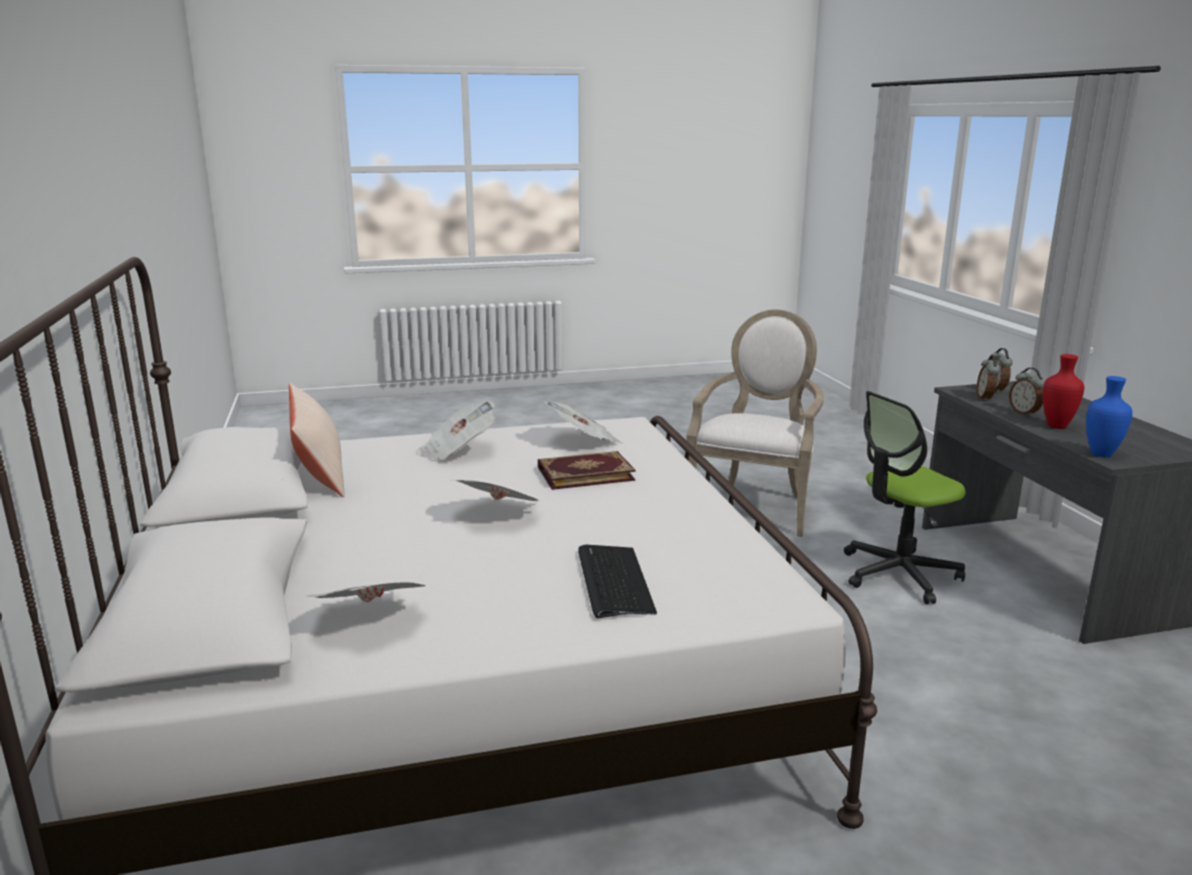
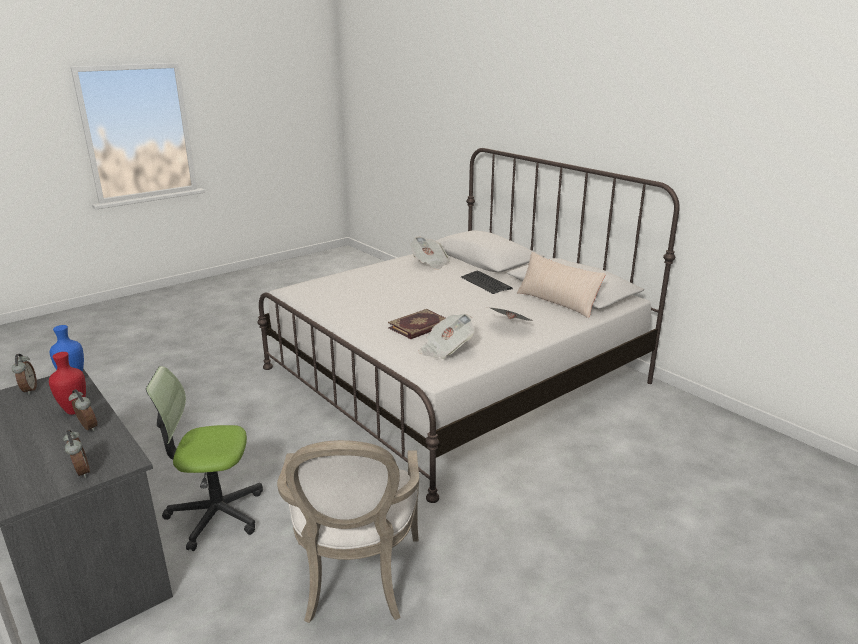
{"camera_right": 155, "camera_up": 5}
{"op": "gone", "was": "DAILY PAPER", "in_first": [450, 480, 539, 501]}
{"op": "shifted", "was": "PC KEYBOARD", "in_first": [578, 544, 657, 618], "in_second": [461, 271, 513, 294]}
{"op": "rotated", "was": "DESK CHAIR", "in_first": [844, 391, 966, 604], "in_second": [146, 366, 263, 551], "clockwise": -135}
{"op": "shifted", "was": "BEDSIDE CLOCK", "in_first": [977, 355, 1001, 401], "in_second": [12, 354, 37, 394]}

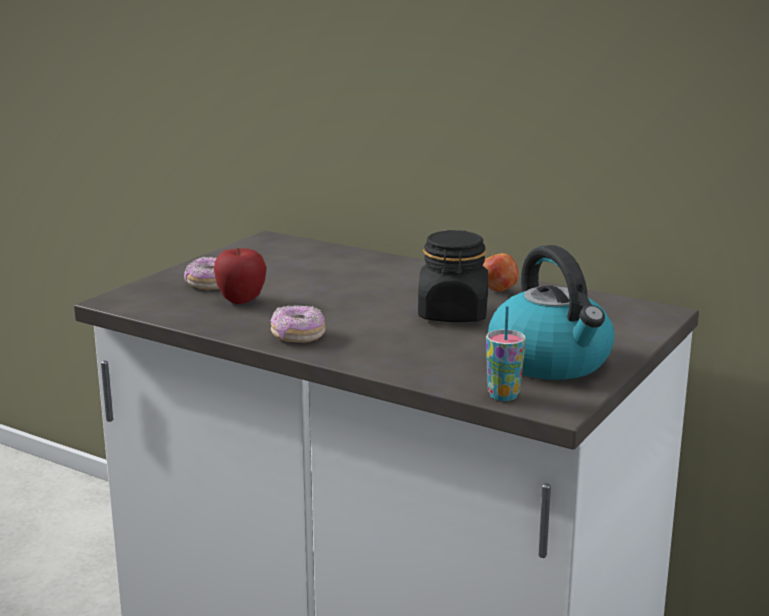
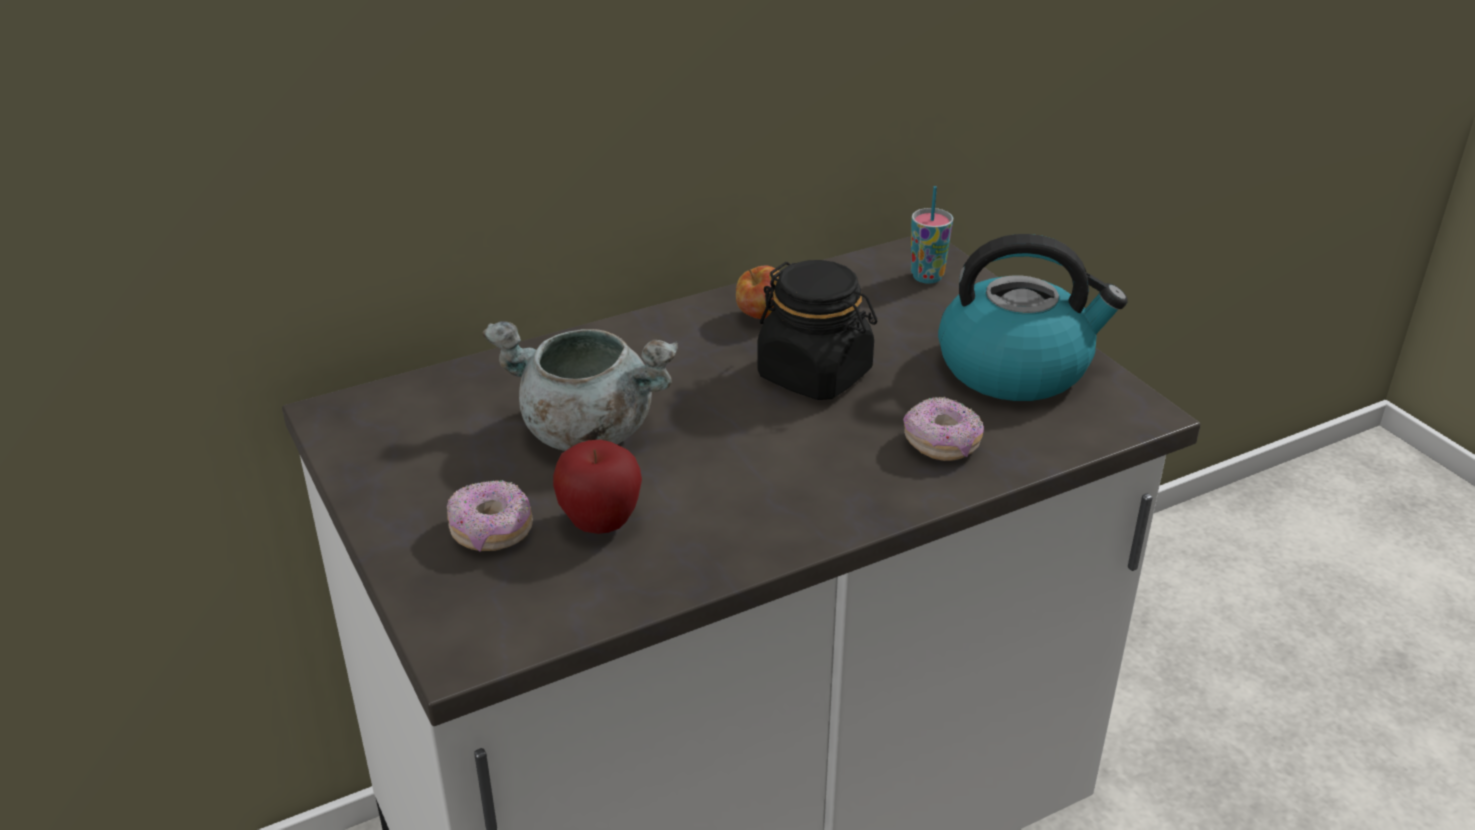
{"camera_right": -60, "camera_up": 15}
{"op": "shifted", "was": "DONUT", "in_first": [270, 305, 325, 343], "in_second": [903, 397, 984, 461]}
{"op": "shifted", "was": "SMALL CUP", "in_first": [486, 306, 526, 401], "in_second": [911, 186, 953, 284]}
{"op": "new", "now": "GREY SAUCEPOT", "in_second": [482, 321, 678, 451]}

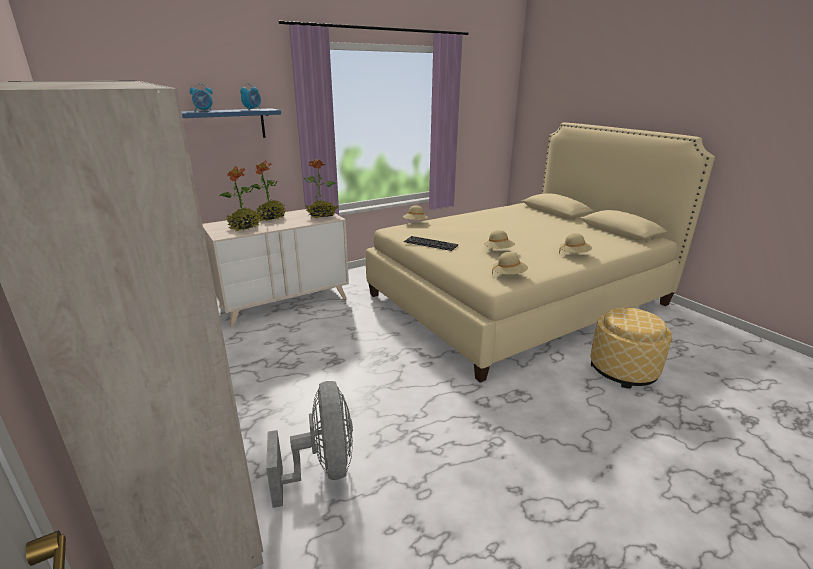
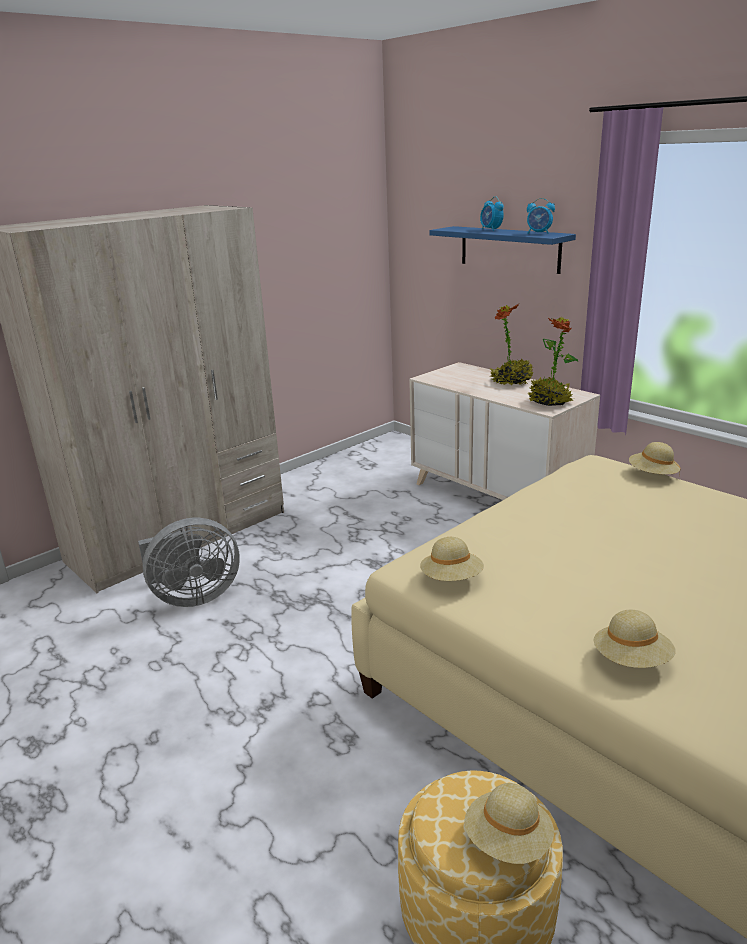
{"camera_right": 80, "camera_up": 0}
{"op": "gone", "was": "PLANT IN A POT", "in_first": [220, 166, 259, 231]}
{"op": "gone", "was": "PC KEYBOARD", "in_first": [404, 236, 458, 251]}
{"op": "shifted", "was": "BEIGE-COLOURED HAT", "in_first": [484, 230, 515, 249], "in_second": [464, 783, 554, 864]}

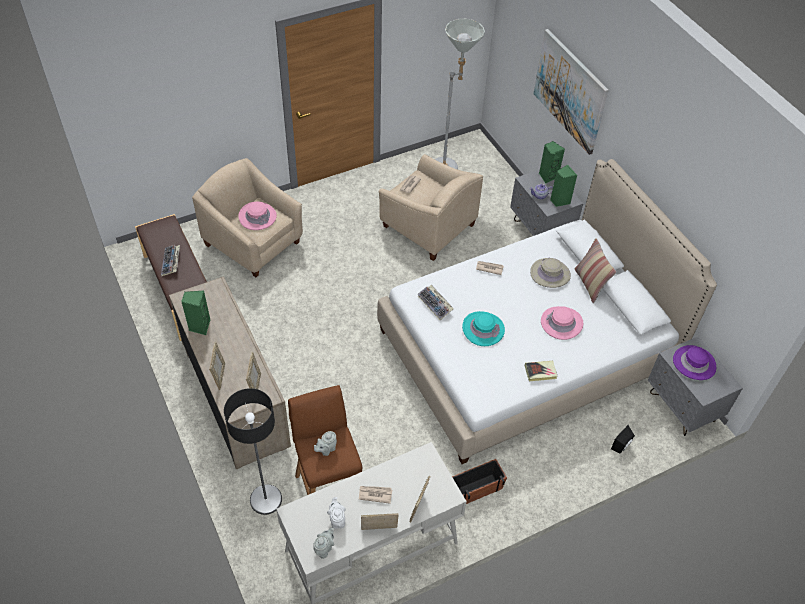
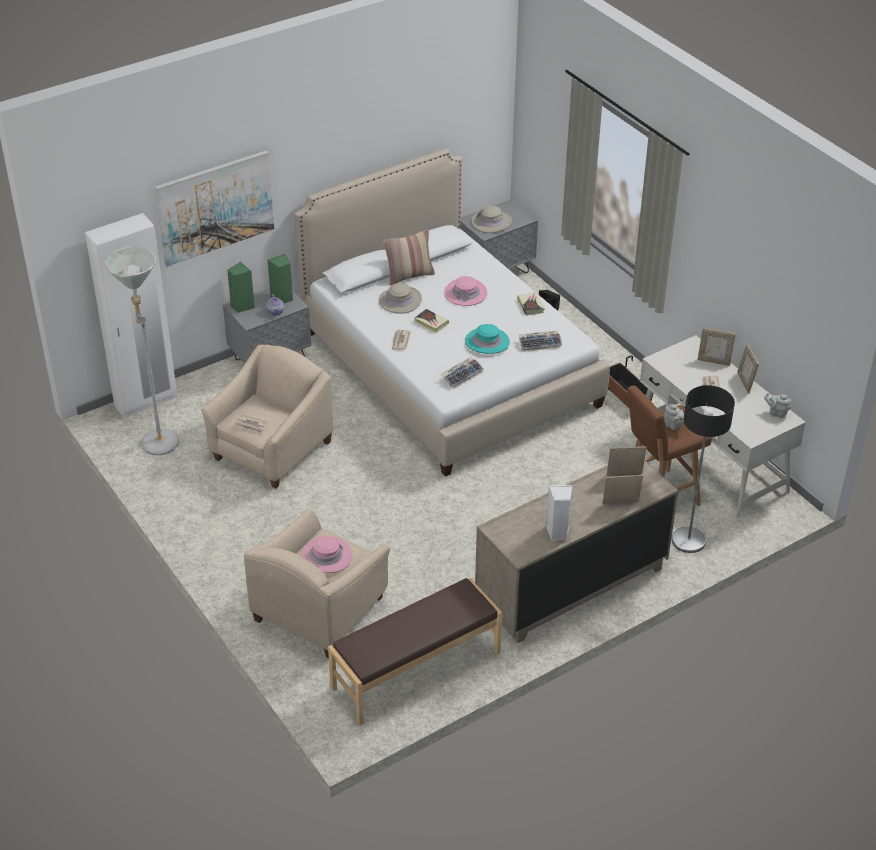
{"camera_right": -95, "camera_up": -10}
{"op": "shifted", "was": "PC KEYBOARD", "in_first": [161, 245, 180, 276], "in_second": [519, 331, 562, 352]}
{"op": "repainted", "was": "GREEN AUDIO SPEAKER", "now": "WHITISH AUDIO SPEAKER", "in_first": [181, 290, 211, 335], "in_second": [546, 485, 572, 541]}
{"op": "gone", "was": "WHITISH POT FOR TEA", "in_first": [327, 497, 346, 529]}
{"op": "repainted", "was": "PURPLE HAT", "now": "BEIGE-COLOURED HAT", "in_first": [673, 345, 716, 380], "in_second": [471, 206, 512, 233]}
{"op": "new", "now": "WHITISH CLOTHES CUPBOARD", "in_second": [85, 213, 177, 418]}
{"op": "new", "now": "VOLUME", "in_second": [414, 309, 449, 333]}

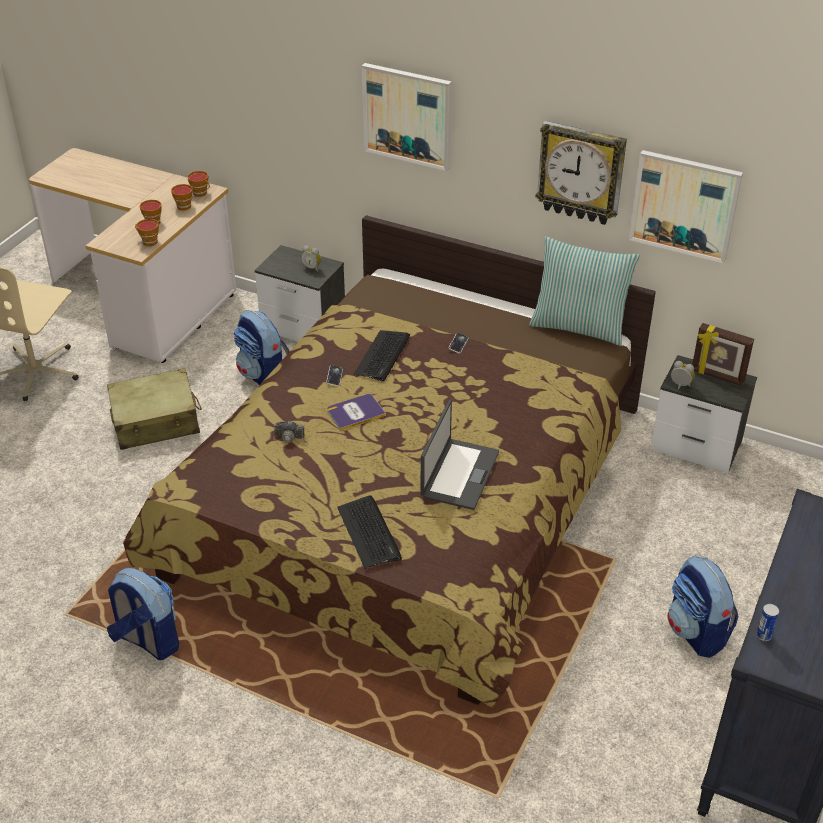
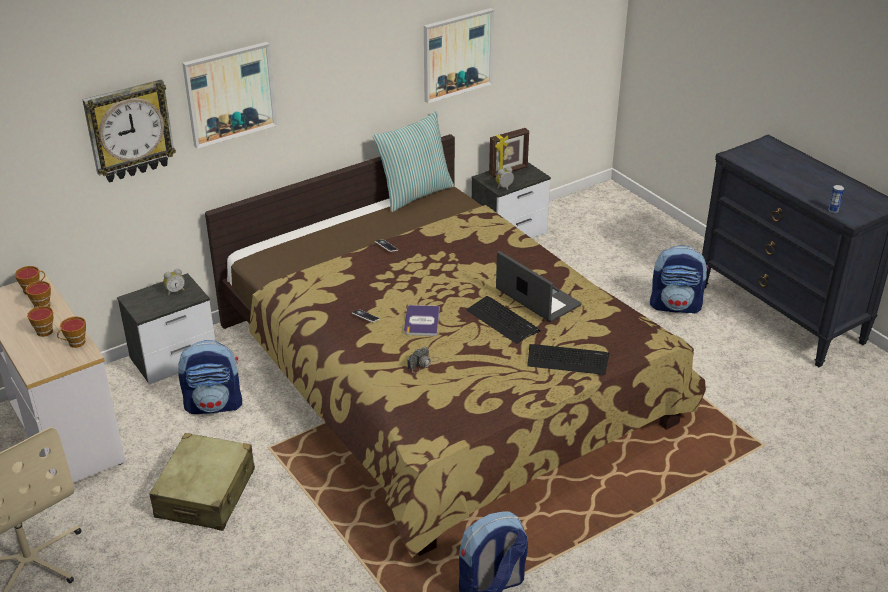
{"camera_right": -60, "camera_up": -5}
{"op": "shifted", "was": "PC KEYBOARD", "in_first": [354, 330, 410, 381], "in_second": [466, 296, 541, 344]}
{"op": "shifted", "was": "CLOCK ON THE WALL", "in_first": [536, 121, 627, 225], "in_second": [82, 80, 176, 183]}

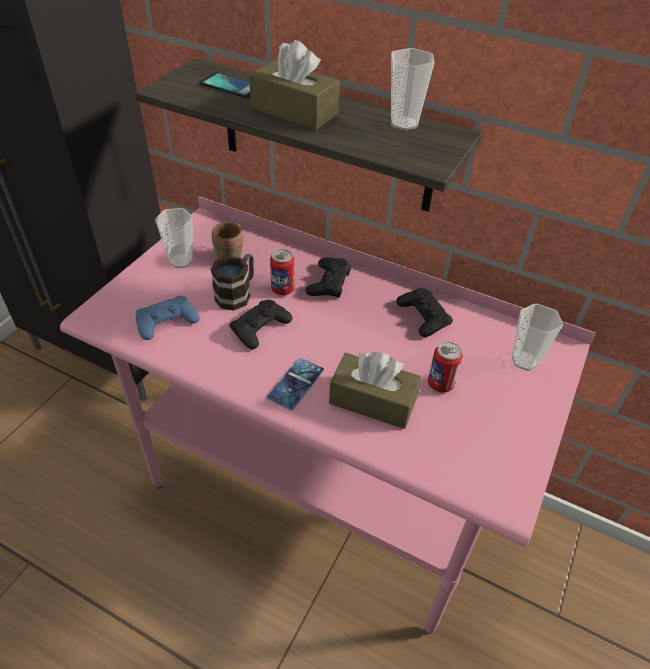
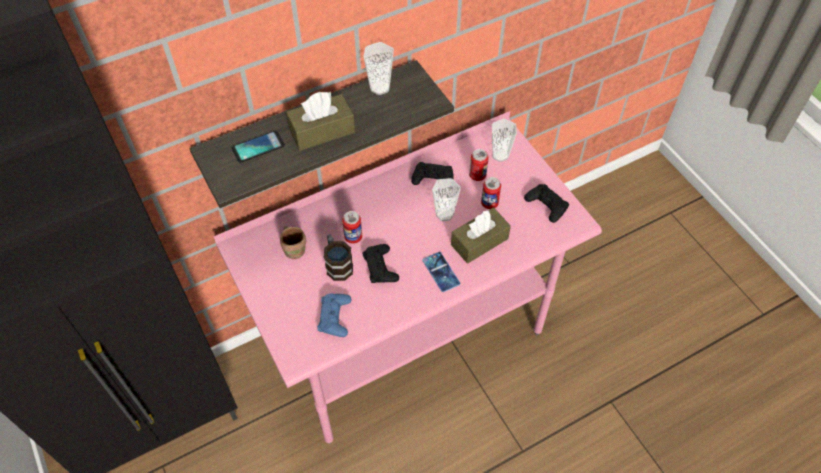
{"camera_right": -55, "camera_up": 10}
{"op": "shifted", "was": "SMALL CUP", "in_first": [155, 208, 193, 268], "in_second": [432, 178, 461, 221]}
{"op": "shifted", "was": "BLACKISH GAME CONTROLLER", "in_first": [306, 258, 352, 298], "in_second": [524, 184, 569, 223]}
{"op": "new", "now": "CAN", "in_second": [469, 149, 489, 181]}

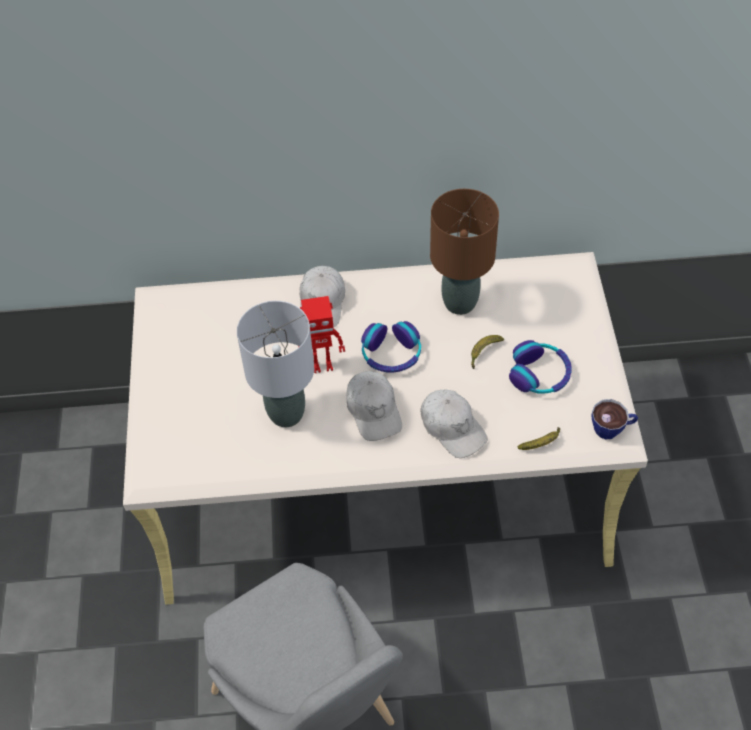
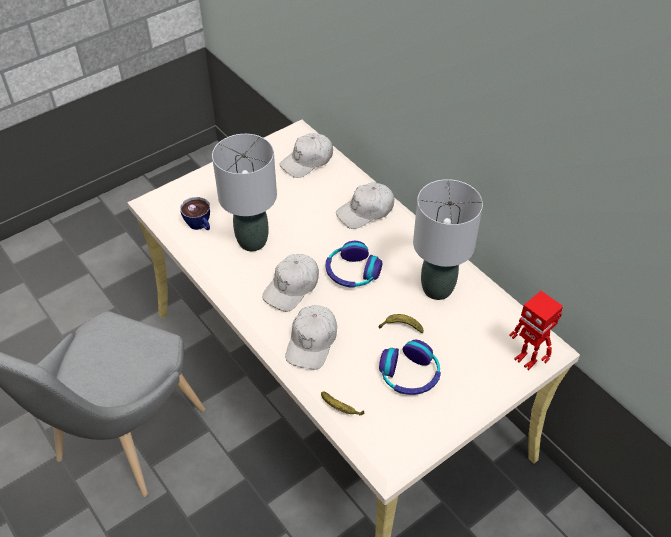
{"camera_right": 55, "camera_up": -5}
{"op": "shifted", "was": "MODEL ROBOT", "in_first": [298, 296, 345, 373], "in_second": [509, 291, 563, 370]}
{"op": "repainted", "was": "BROWNISH TABLE LAMP", "now": "GREY TABLE LAMP", "in_first": [430, 189, 499, 315], "in_second": [413, 179, 483, 300]}
{"op": "shifted", "was": "SMALL CUP", "in_first": [592, 399, 638, 439], "in_second": [180, 197, 210, 230]}
{"op": "new", "now": "WHITISH CAP", "in_second": [280, 133, 333, 178]}

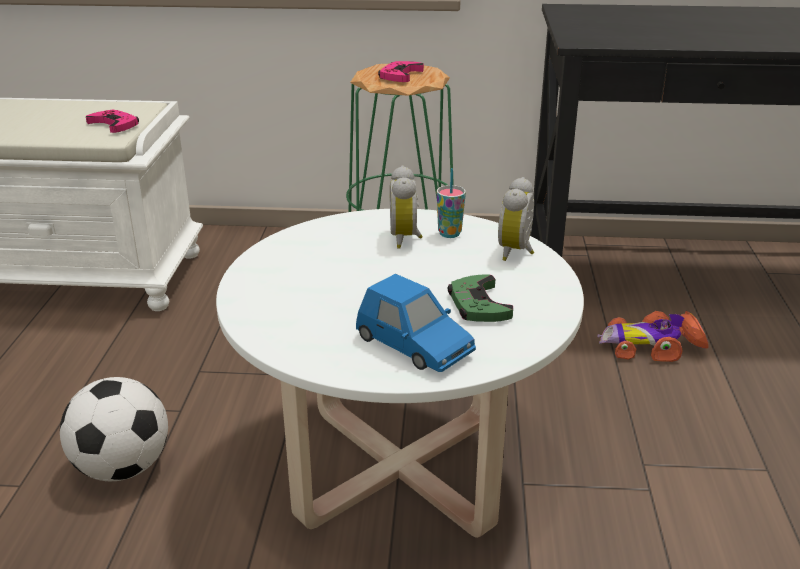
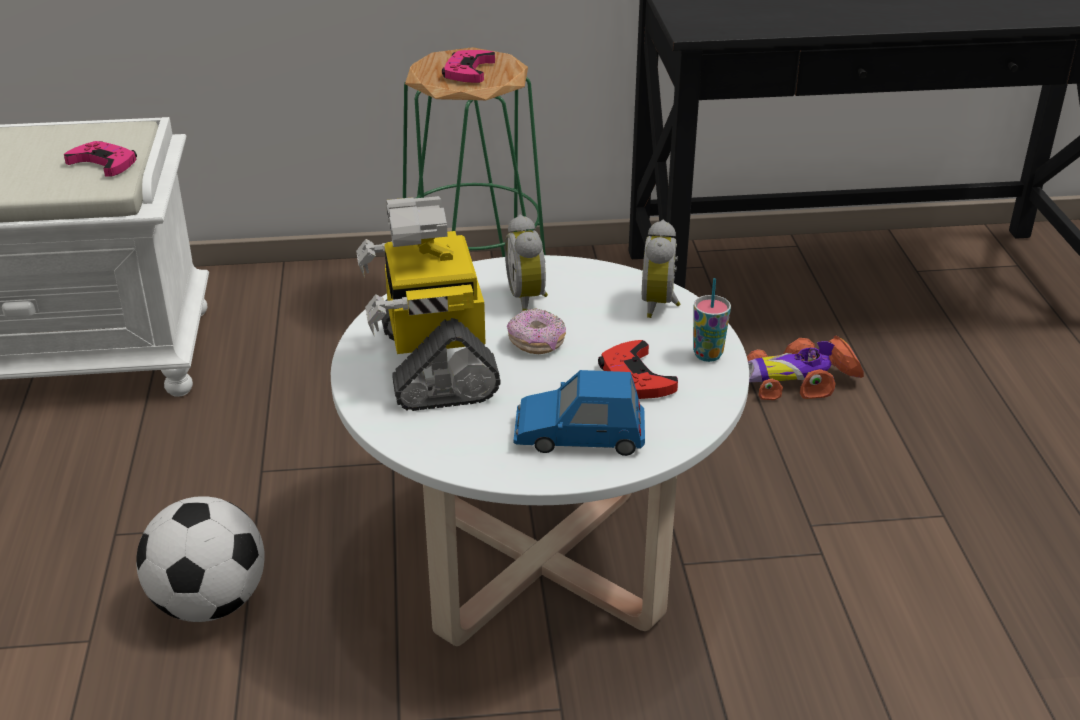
{"camera_right": -10, "camera_up": 5}
{"op": "rotated", "was": "BLUISH MINIATURE CAR", "in_first": [356, 274, 476, 372], "in_second": [514, 370, 645, 456], "clockwise": 150}
{"op": "shifted", "was": "SMALL CUP", "in_first": [437, 168, 466, 238], "in_second": [693, 278, 731, 362]}
{"op": "repainted", "was": "GREEN GAME CONTROLLER", "now": "REDDISH GAME CONTROLLER", "in_first": [447, 274, 513, 322], "in_second": [598, 340, 678, 399]}
{"op": "new", "now": "MODEL ROBOT", "in_second": [356, 196, 500, 411]}
{"op": "new", "now": "DONUT", "in_second": [507, 308, 566, 354]}

